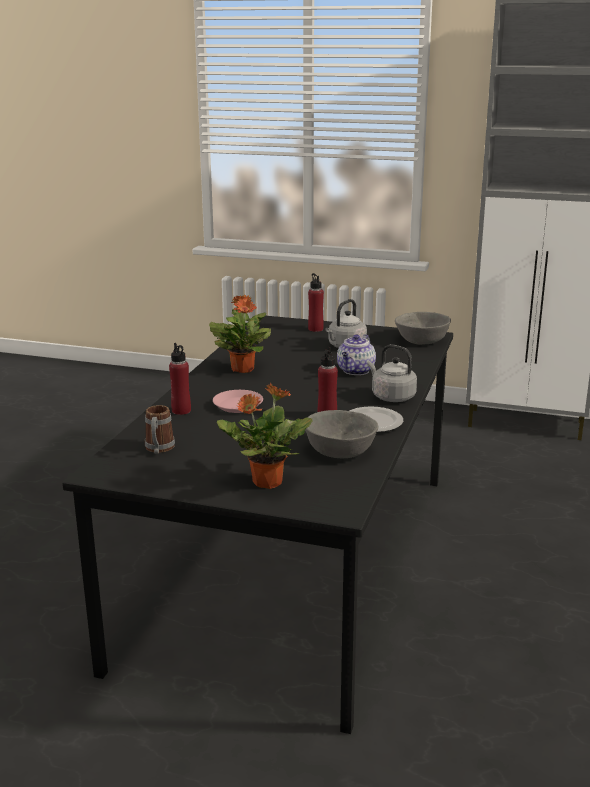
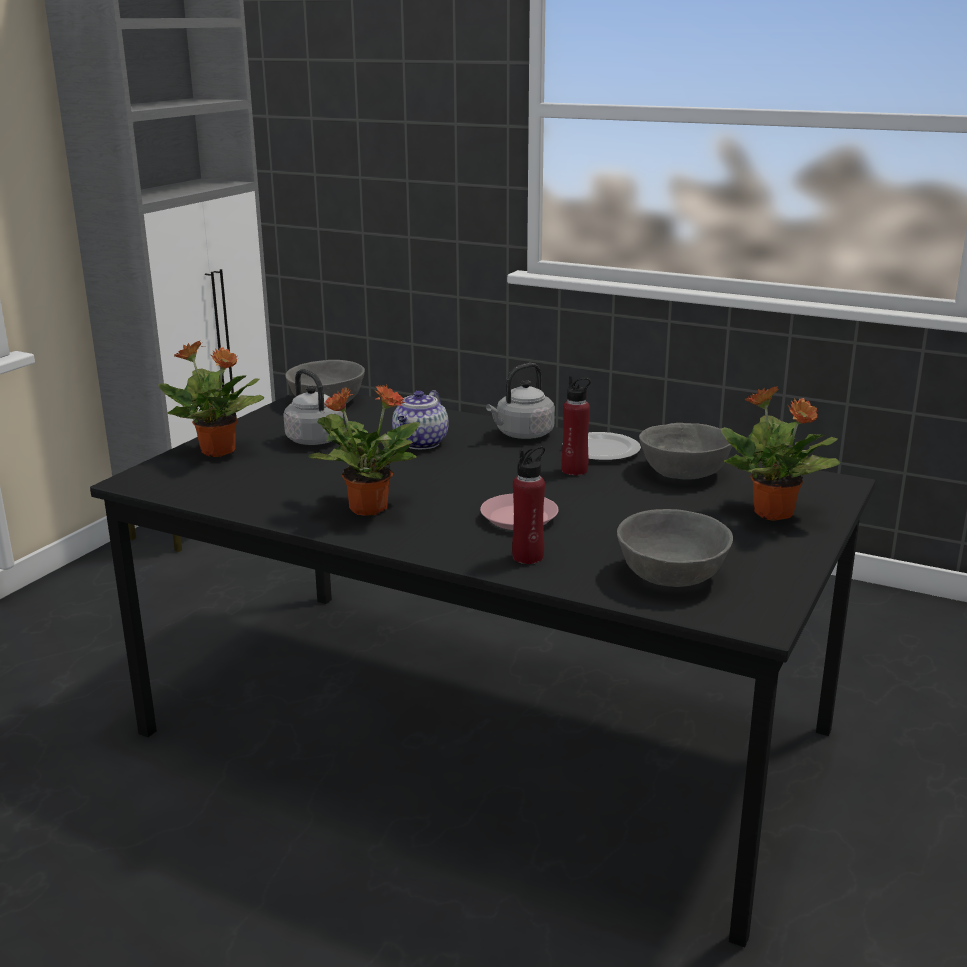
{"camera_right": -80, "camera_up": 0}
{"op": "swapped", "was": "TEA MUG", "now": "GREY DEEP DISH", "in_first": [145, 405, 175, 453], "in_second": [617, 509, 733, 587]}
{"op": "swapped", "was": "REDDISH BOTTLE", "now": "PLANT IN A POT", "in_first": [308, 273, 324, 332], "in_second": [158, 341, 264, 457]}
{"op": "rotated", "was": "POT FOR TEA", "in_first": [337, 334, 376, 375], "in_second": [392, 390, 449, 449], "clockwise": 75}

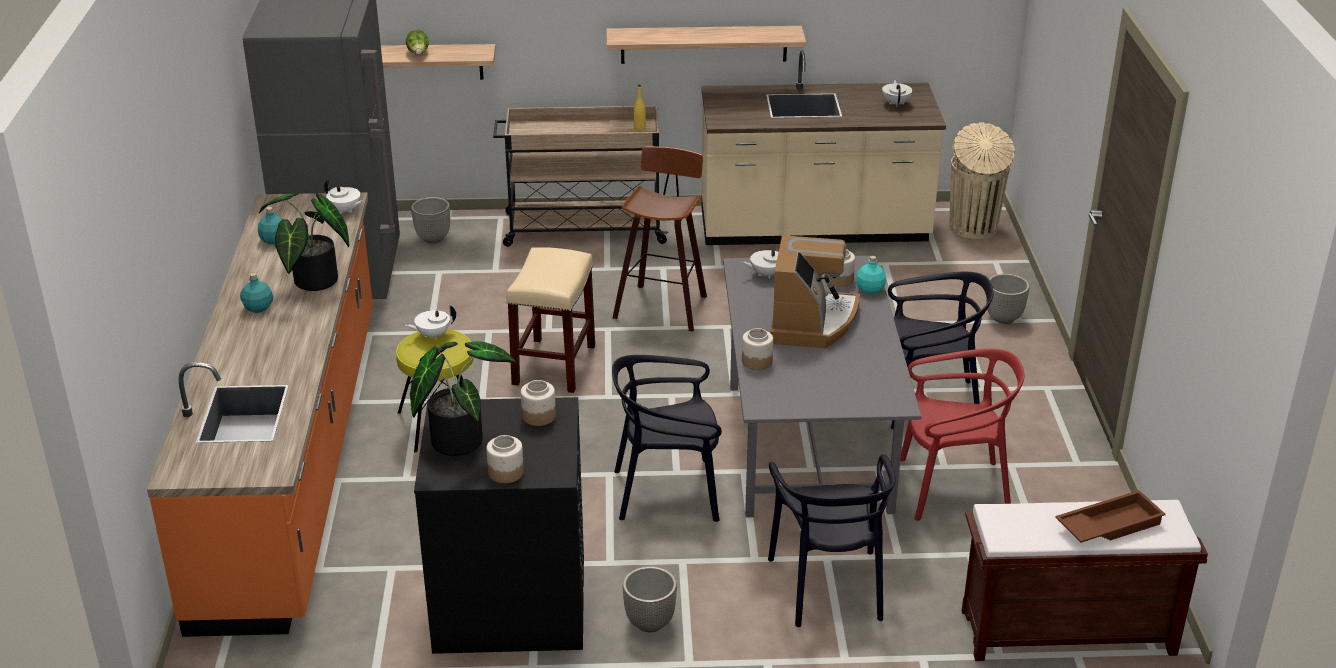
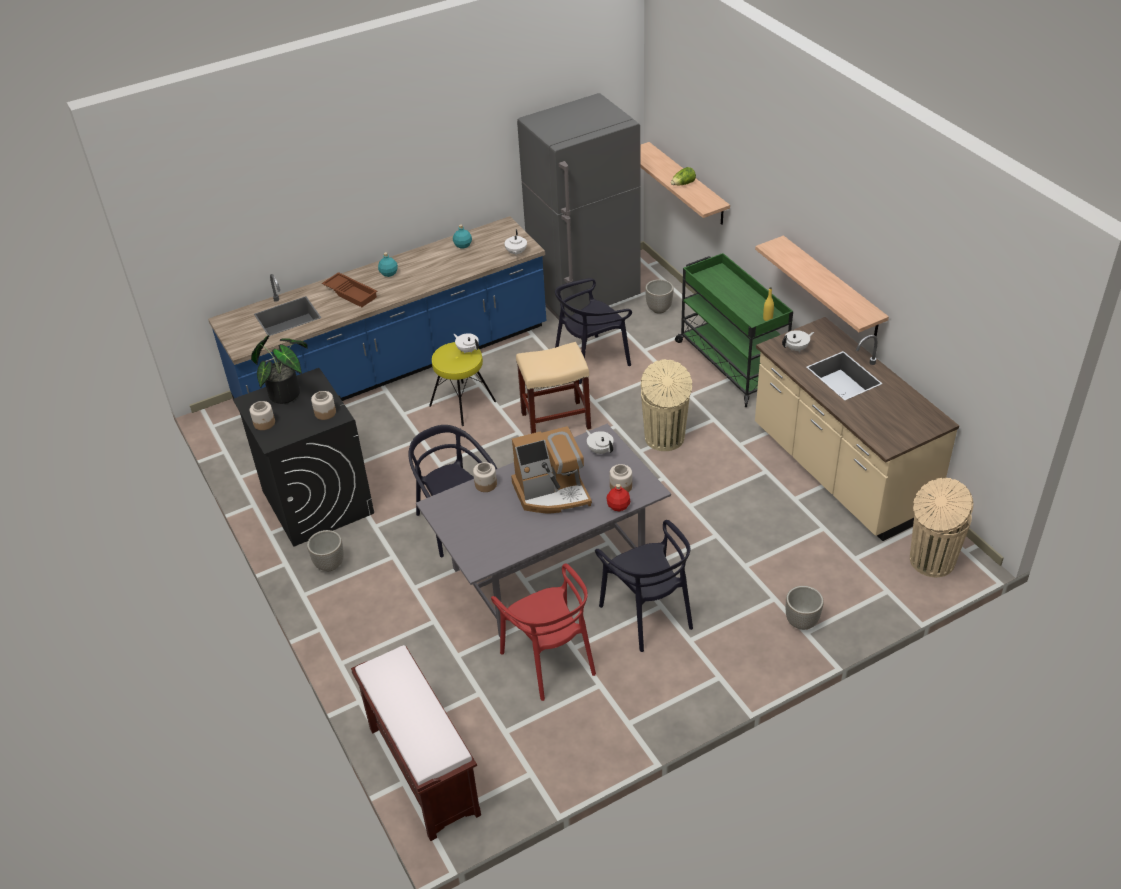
{"camera_right": 65, "camera_up": 10}
{"op": "repainted", "was": "ORANGE-COLOURED KITCHEN BASE UNIT", "now": "BLUISH KITCHEN BASE UNIT", "in_first": [147, 193, 373, 637], "in_second": [208, 216, 546, 401]}
{"op": "gone", "was": "PLANT IN A POT", "in_first": [259, 193, 350, 291]}
{"op": "repainted", "was": "BEIGE-COLOURED WHEELED CART", "now": "GREEN WHEELED CART", "in_first": [493, 106, 669, 247], "in_second": [675, 253, 793, 407]}
{"op": "swapped", "was": "SITTING STOOL", "now": "BEIGE-COLOURED RUBBISH BIN", "in_first": [613, 146, 707, 331], "in_second": [641, 359, 692, 451]}
{"op": "shifted", "was": "BLACKISH UPRIGHT CHAIR", "in_first": [768, 454, 896, 627], "in_second": [555, 278, 632, 384]}
{"op": "repainted", "was": "TURQUOISE-COLOURED BOTTLE", "now": "REDDISH BOTTLE", "in_first": [856, 256, 886, 294], "in_second": [607, 484, 631, 511]}
{"op": "shifted", "was": "WHITISH POT FOR TEA", "in_first": [882, 80, 912, 107], "in_second": [782, 330, 814, 352]}
{"op": "shifted", "was": "BROWNISH SERVING TRAY", "in_first": [1055, 490, 1166, 543], "in_second": [322, 272, 378, 307]}

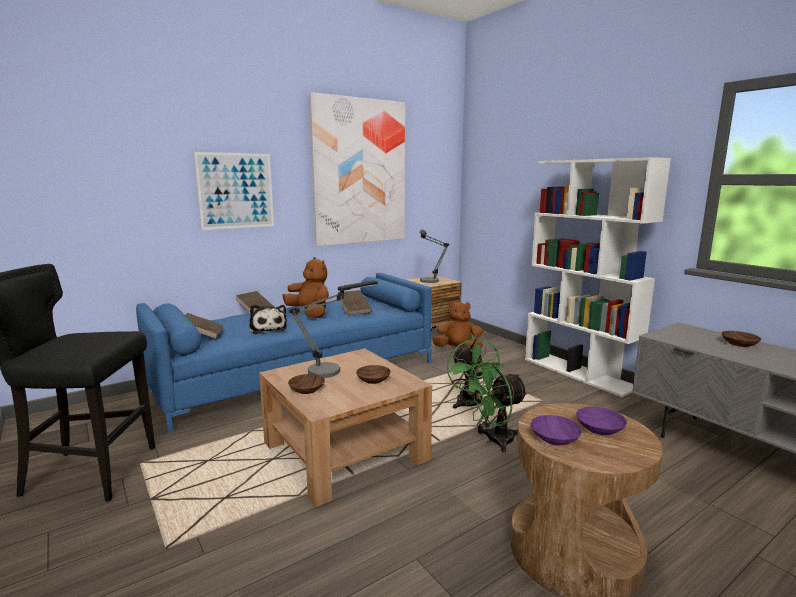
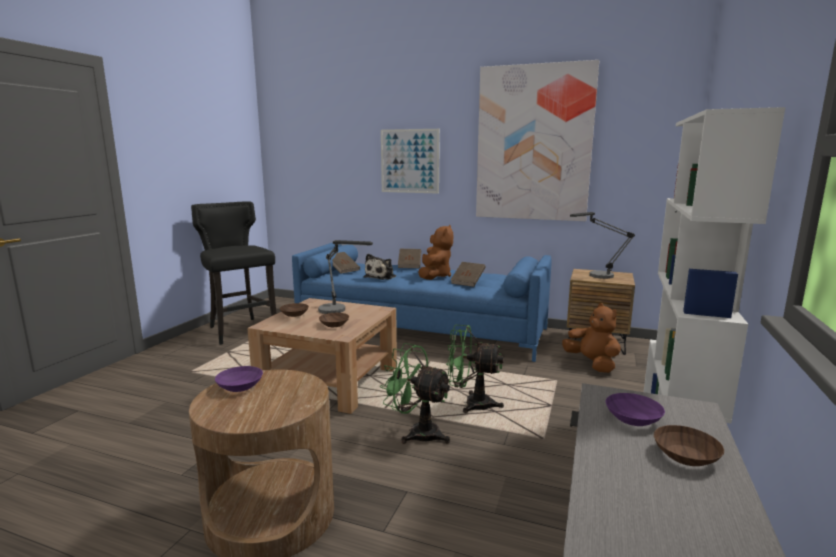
{"camera_right": 55, "camera_up": 0}
{"op": "rotated", "was": "GREEN ELECTRIC FAN", "in_first": [447, 338, 504, 409], "in_second": [446, 325, 504, 413], "clockwise": 60}
{"op": "shifted", "was": "PURPLE DEEP DISH", "in_first": [576, 407, 627, 435], "in_second": [606, 393, 665, 426]}

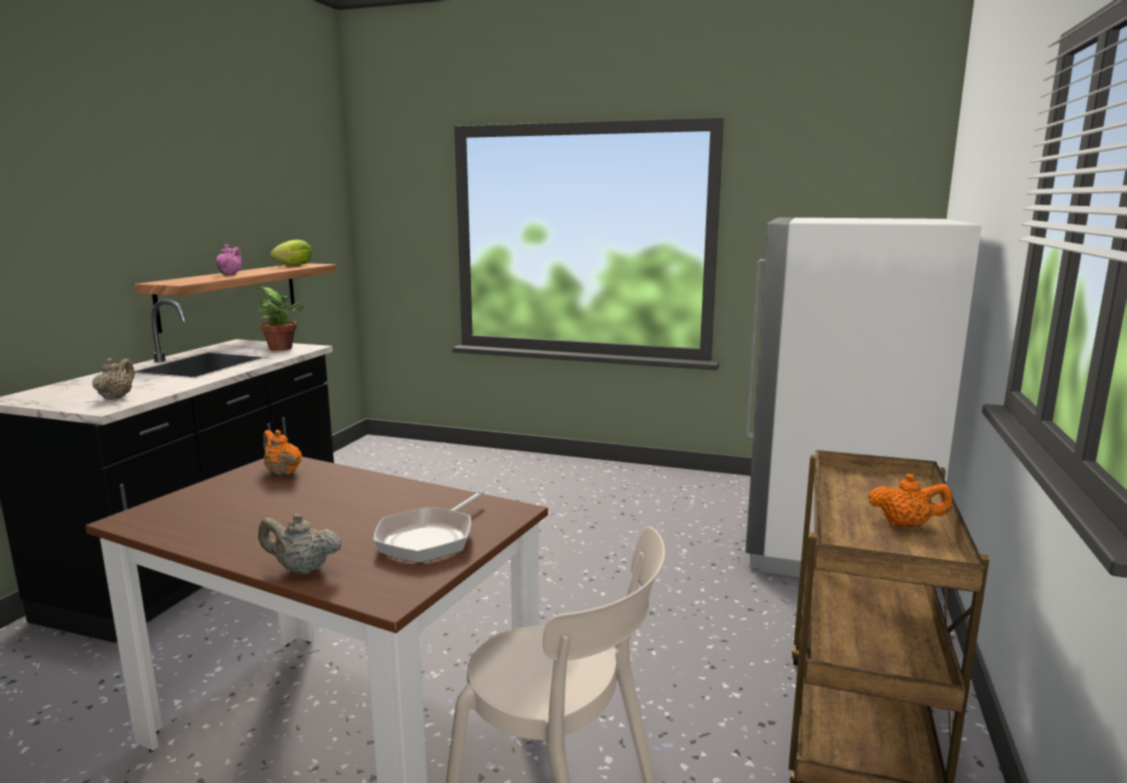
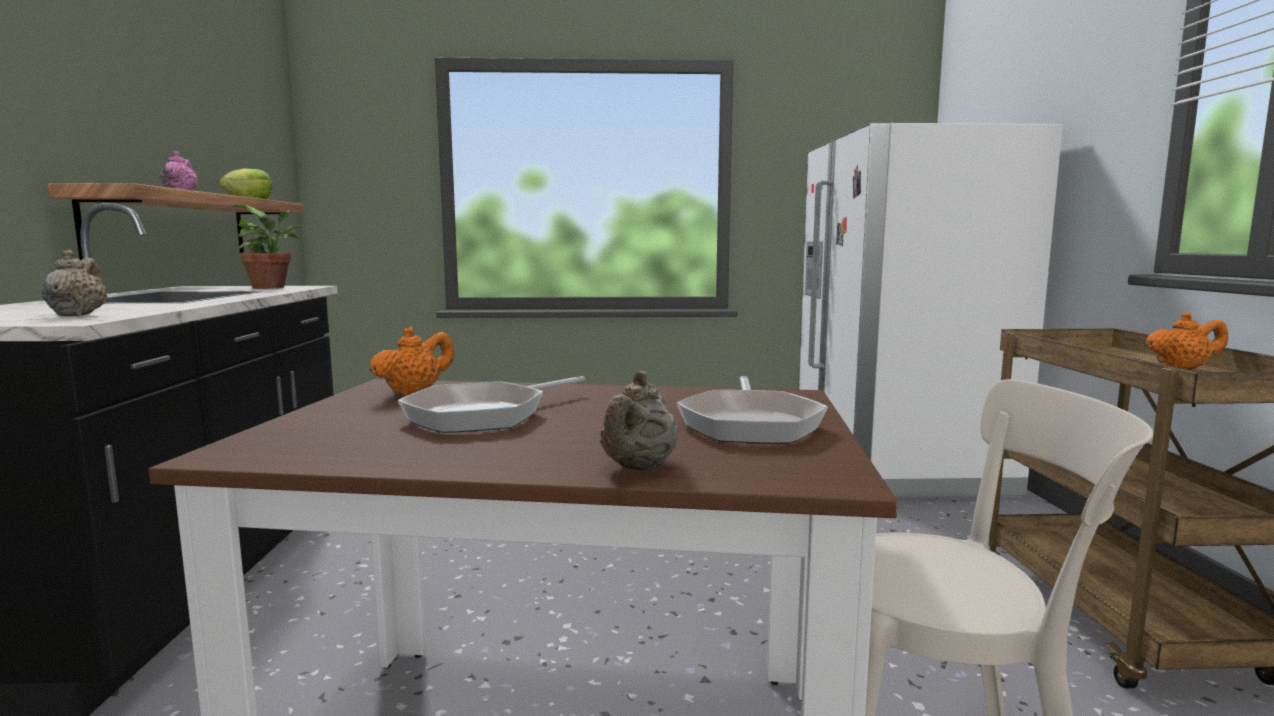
{"camera_right": -20, "camera_up": -5}
{"op": "rotated", "was": "BEIGE-COLOURED POT FOR TEA", "in_first": [258, 513, 342, 574], "in_second": [600, 371, 678, 471], "clockwise": -60}
{"op": "rotated", "was": "ORANGE-COLOURED POT FOR TEA", "in_first": [263, 430, 302, 476], "in_second": [370, 327, 454, 396], "clockwise": 105}
{"op": "new", "now": "SKILLET", "in_second": [398, 376, 585, 433]}

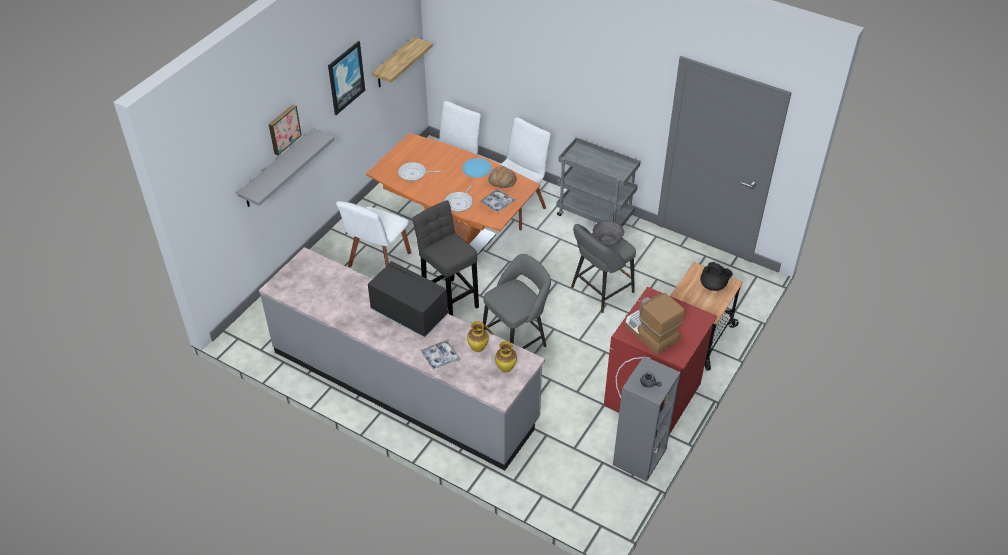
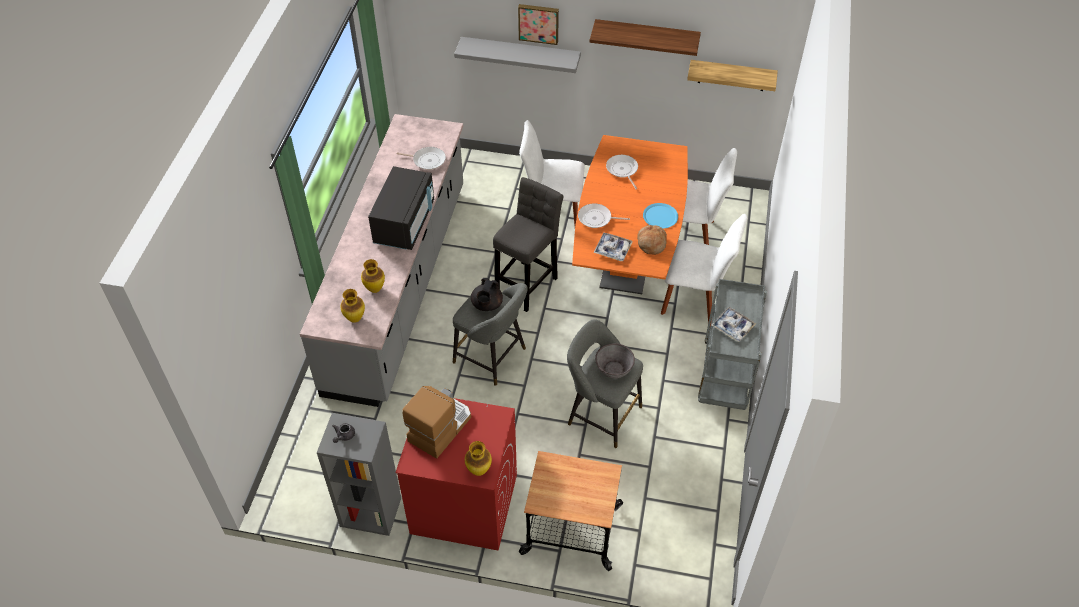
{"camera_right": 70, "camera_up": 5}
{"op": "swapped", "was": "WALL ART", "now": "BRACKET SHELF", "in_first": [328, 41, 365, 115], "in_second": [590, 19, 701, 56]}
{"op": "shifted", "was": "SERVING TRAY", "in_first": [421, 340, 461, 370], "in_second": [711, 307, 756, 342]}
{"op": "shifted", "was": "BLACKISH POT FOR TEA", "in_first": [700, 262, 733, 291], "in_second": [471, 278, 503, 311]}
{"op": "new", "now": "SKILLET", "in_second": [397, 147, 446, 170]}
{"op": "new", "now": "DECORATIVE VASE", "in_second": [465, 441, 492, 476]}

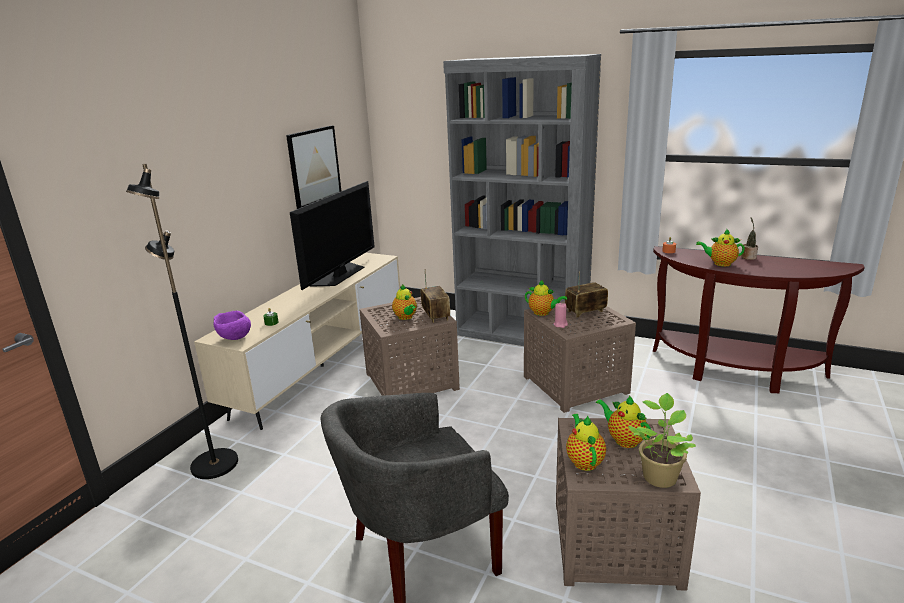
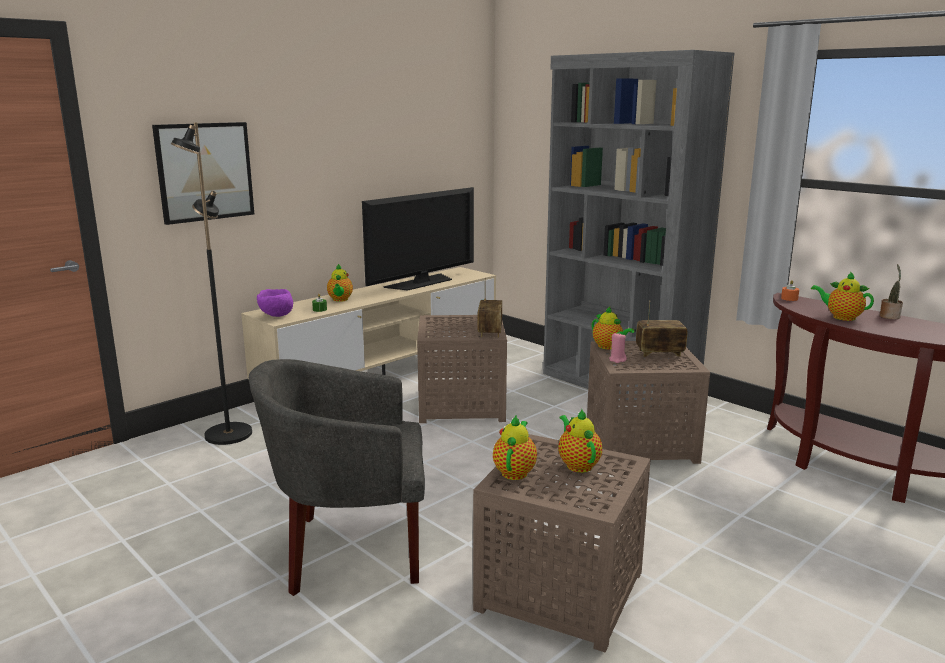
{"camera_right": 20, "camera_up": -5}
{"op": "shifted", "was": "WALL ART", "in_first": [286, 125, 341, 209], "in_second": [152, 122, 254, 225]}
{"op": "shifted", "was": "POT FOR TEA", "in_first": [392, 285, 417, 320], "in_second": [327, 264, 353, 302]}
{"op": "gone", "was": "PLANT IN A POT", "in_first": [628, 393, 696, 488]}

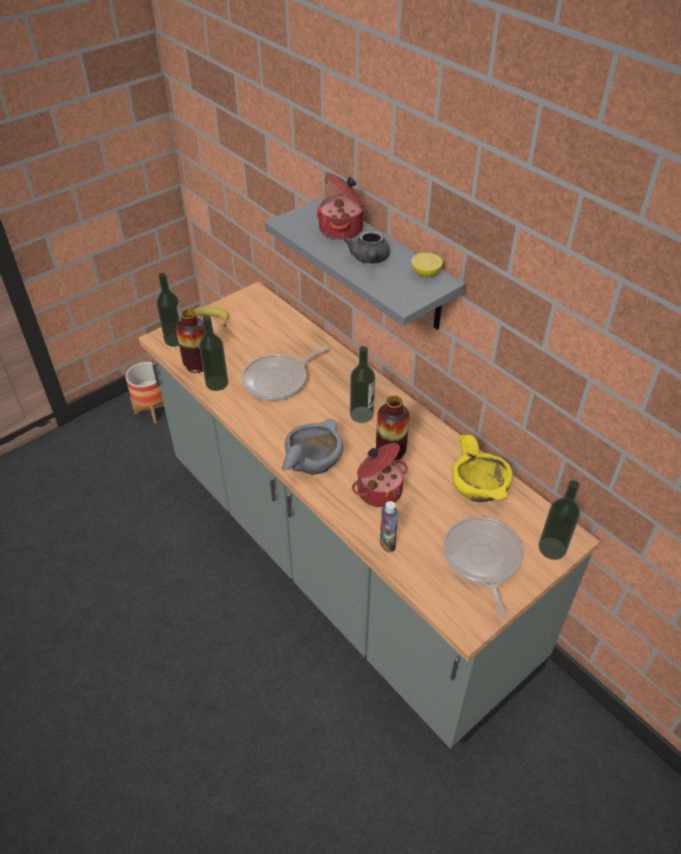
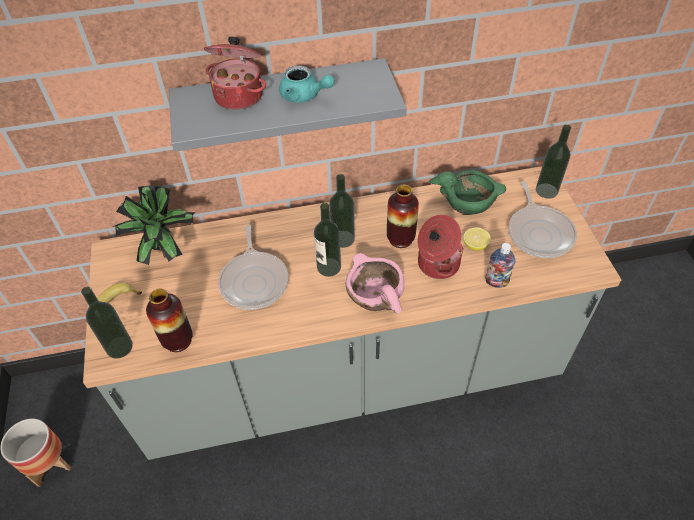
{"camera_right": -60, "camera_up": 5}
{"op": "shifted", "was": "BOTTLE", "in_first": [199, 315, 228, 391], "in_second": [314, 203, 341, 277]}
{"op": "repainted", "was": "GREY DEEP DISH", "now": "PINK DEEP DISH", "in_first": [282, 419, 343, 475], "in_second": [346, 253, 404, 314]}
{"op": "repainted", "was": "GREY POT FOR TEA", "now": "TURQUOISE-COLOURED POT FOR TEA", "in_first": [344, 229, 390, 264], "in_second": [279, 65, 335, 103]}
{"op": "shifted", "was": "LEMON", "in_first": [411, 253, 443, 277], "in_second": [463, 227, 491, 251]}
{"op": "rotated", "was": "SKILLET", "in_first": [443, 517, 523, 619], "in_second": [509, 181, 577, 258], "clockwise": -120}
{"op": "repainted", "was": "YELLOW-COLOURED DEEP DISH", "now": "GREEN DEEP DISH", "in_first": [452, 435, 513, 502], "in_second": [429, 170, 506, 215]}
{"op": "new", "now": "PLANT IN A POT", "in_second": [114, 185, 195, 265]}

